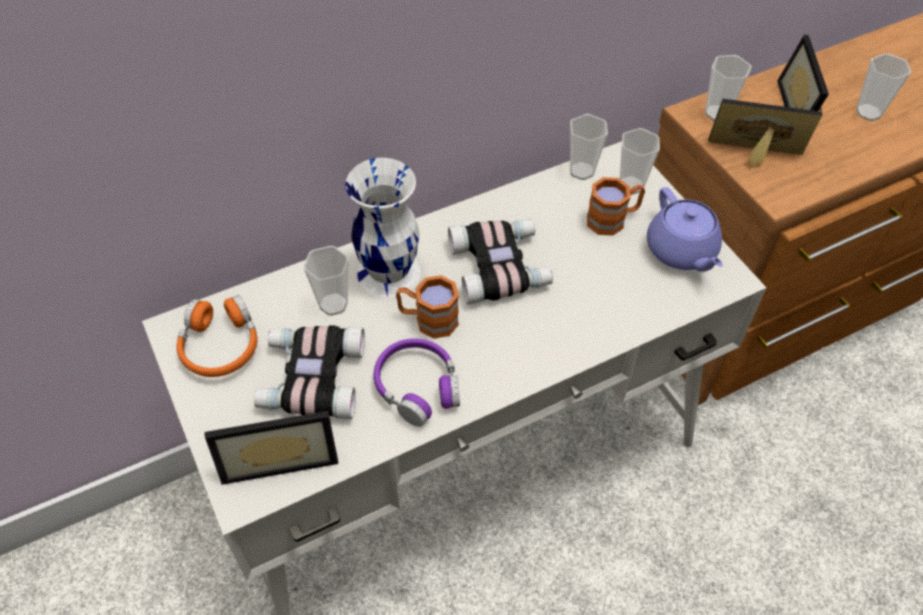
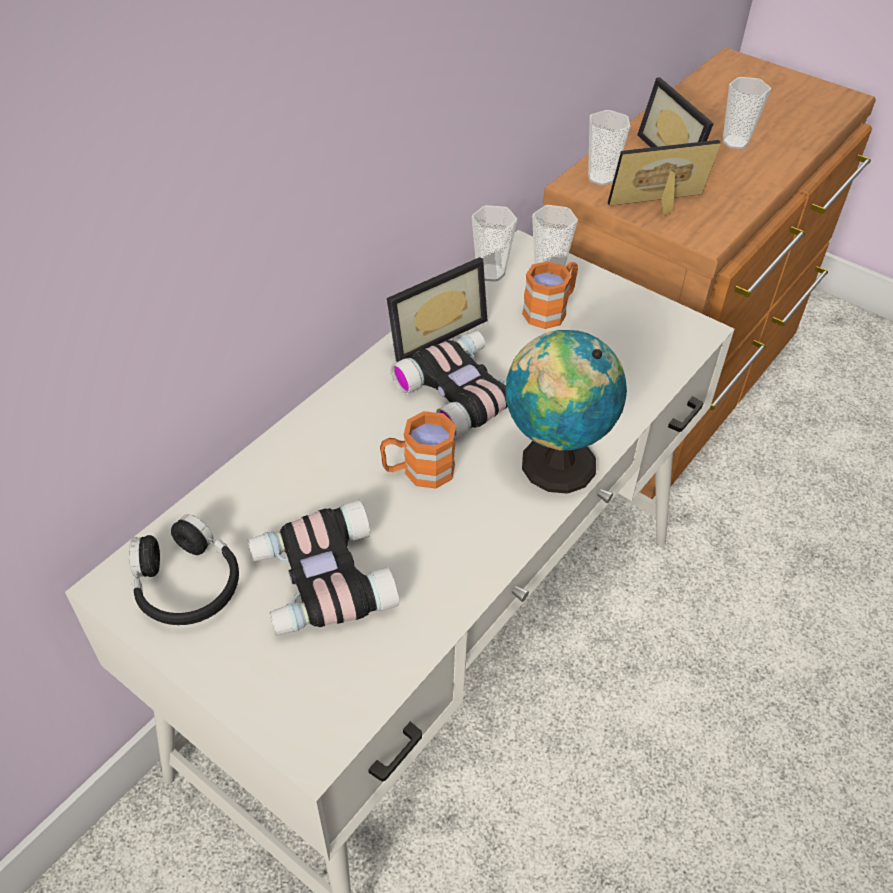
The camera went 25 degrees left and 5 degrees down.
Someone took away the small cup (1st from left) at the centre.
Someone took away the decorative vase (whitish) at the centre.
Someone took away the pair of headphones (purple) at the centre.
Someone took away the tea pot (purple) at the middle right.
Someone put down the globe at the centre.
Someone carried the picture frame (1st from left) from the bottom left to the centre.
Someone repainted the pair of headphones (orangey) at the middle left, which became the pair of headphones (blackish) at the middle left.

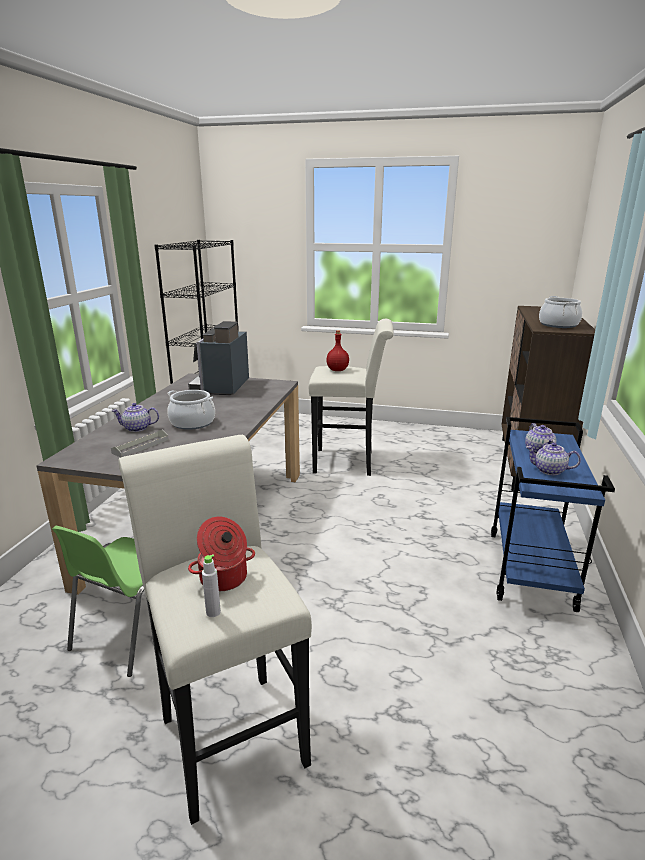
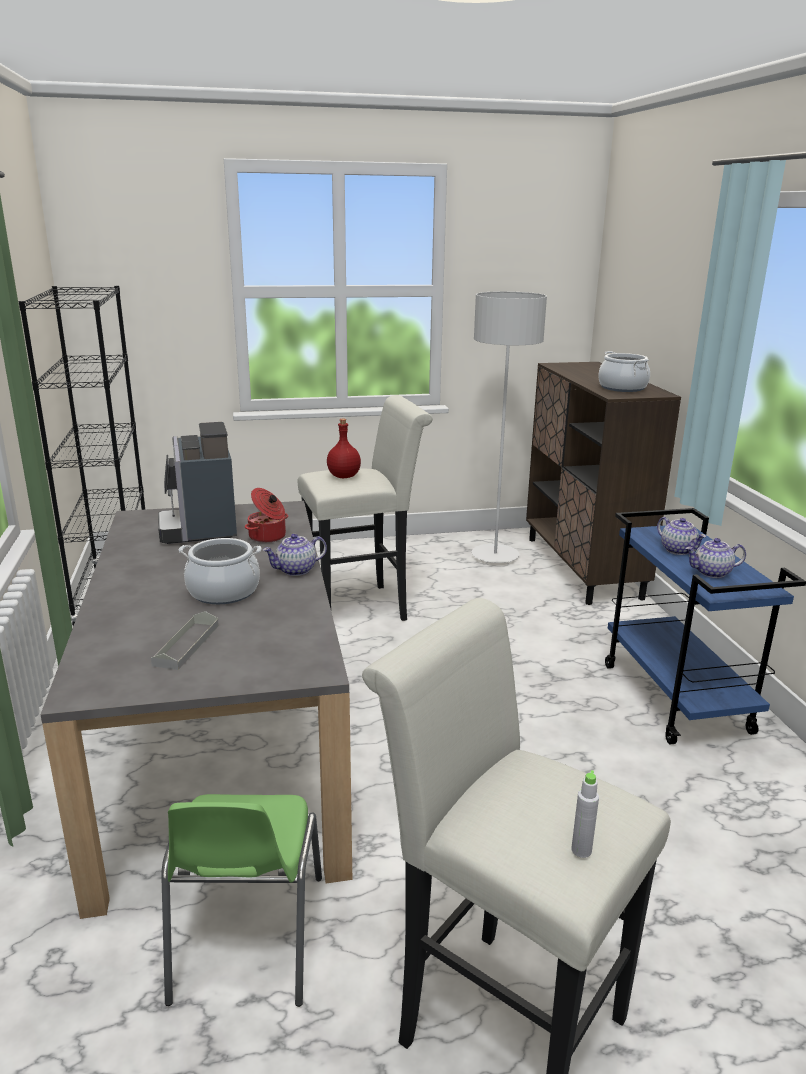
The camera went 25 degrees left and 0 degrees up.
Someone put down the standard lamp (grey) at the centre.
Someone carried the tea pot (1st from left) from the middle left to the centre.
Someone carried the cooking pot (2nd from left) from the centre to the middle left.

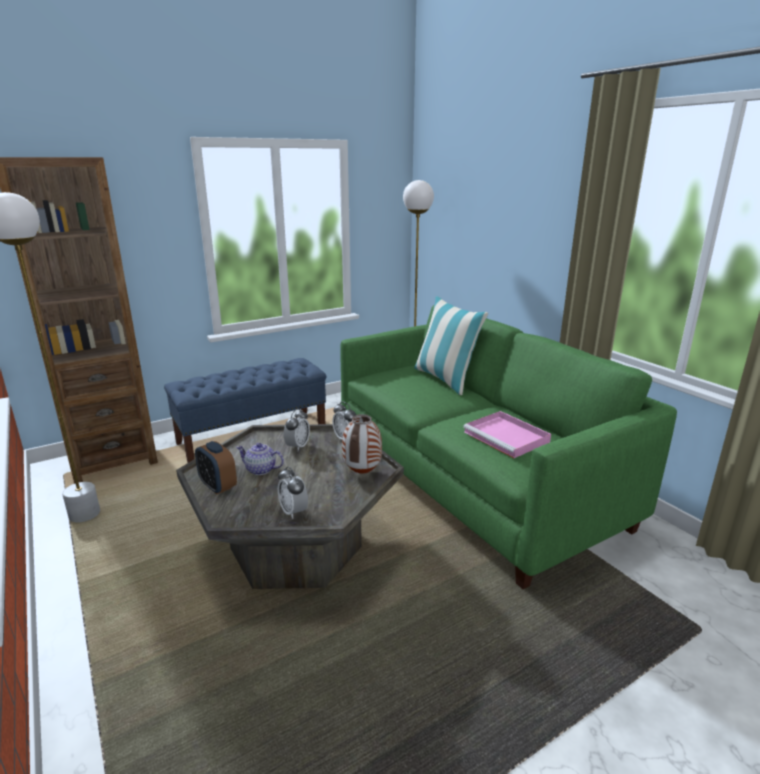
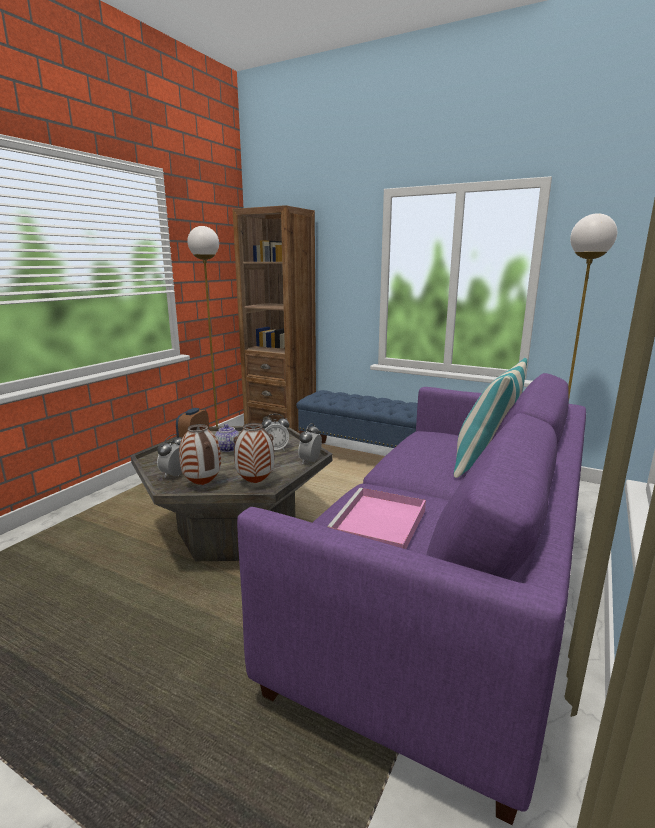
The camera went 60 degrees right and 5 degrees down.
Someone put down the decorative vase (1st from left) at the middle left.
Someone repainted the couch (greenish) at the middle right, which became the couch (purple) at the bottom centre.

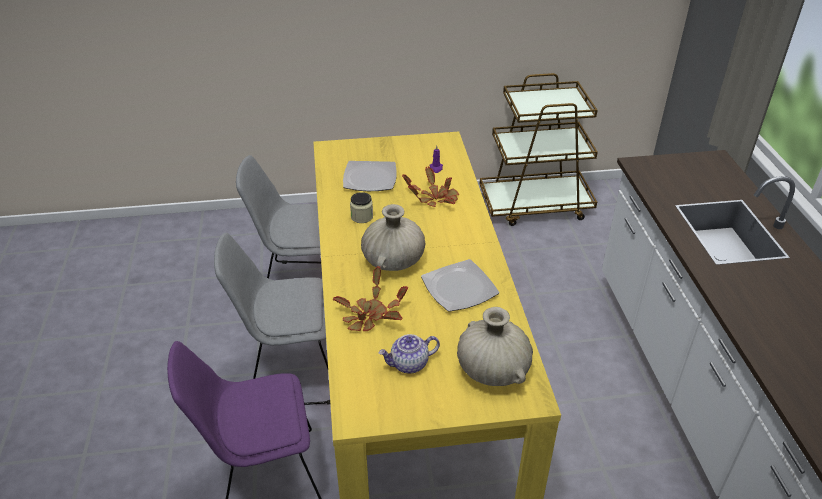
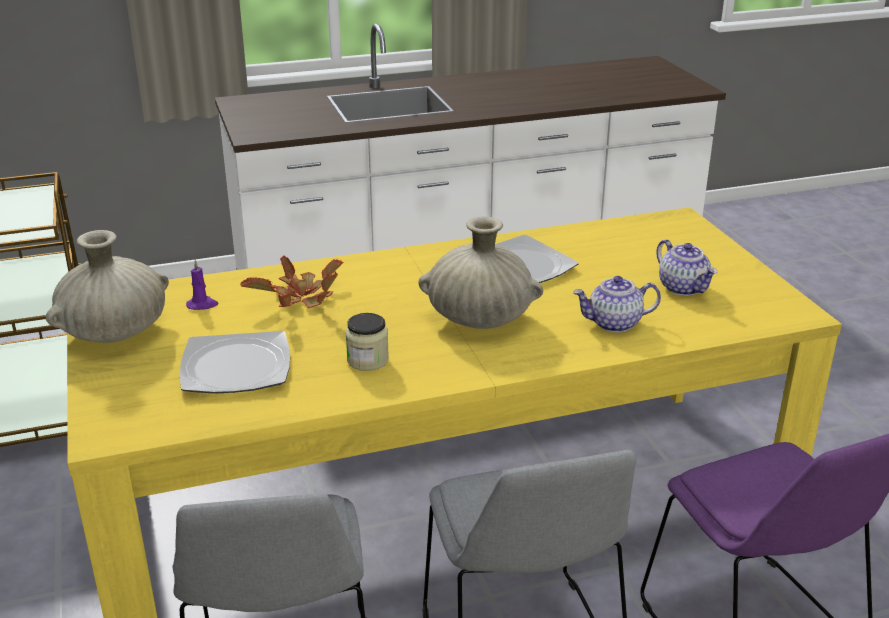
The camera went 100 degrees left and 10 degrees down.
Someone carried the decorative vase (beige) (2nd from left in the first image) from the bottom centre to the middle left.
Someone swapped the houseplant (1st from left) at the centre for the tea pot (1st from left) at the middle right.

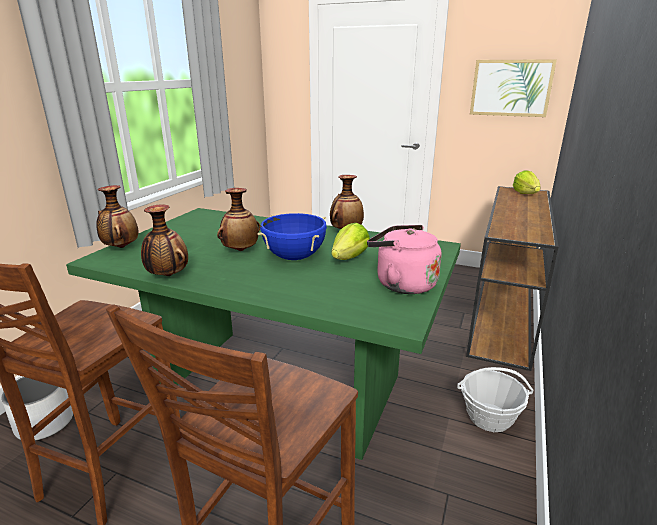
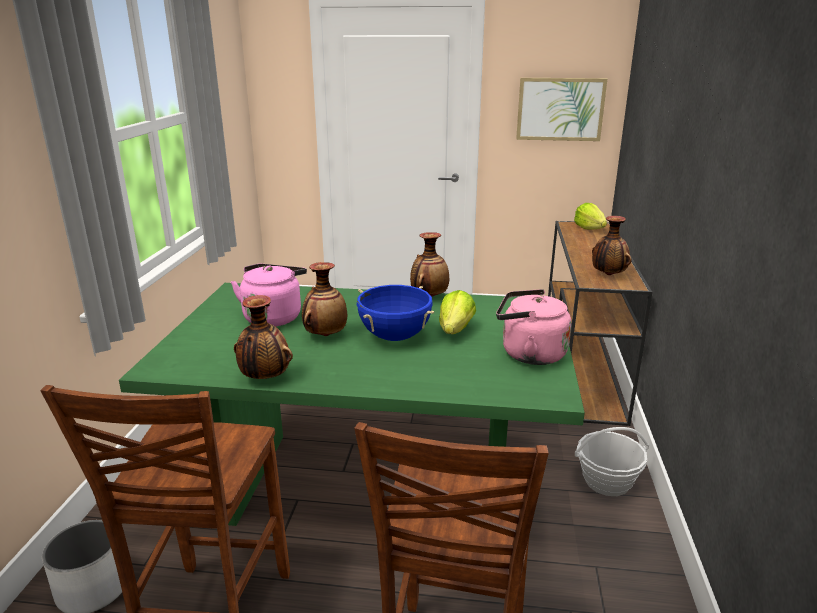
The camera went 15 degrees left and 0 degrees up.
Someone put down the water kettle (pink) (1st from left) at the middle left.
Someone carried the decorative vase (1st from left in the first image) from the middle left to the middle right.

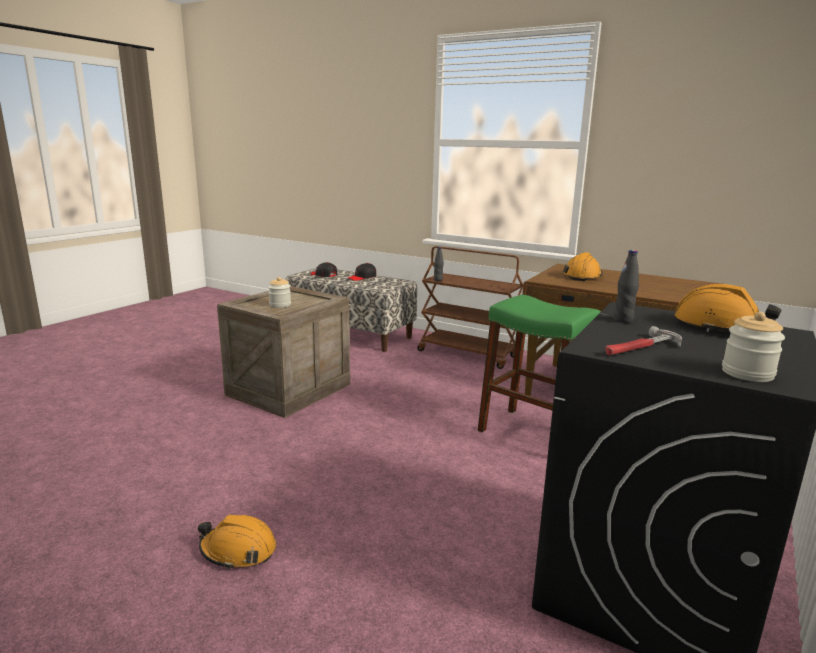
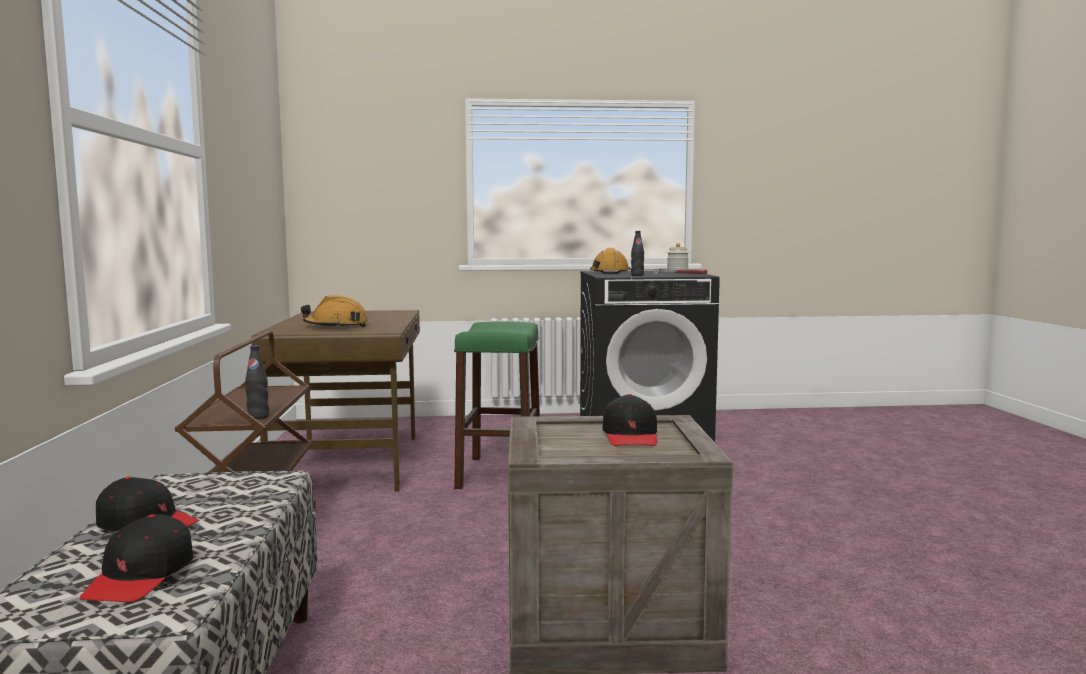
The camera went 125 degrees left and 10 degrees down.
Someone took away the work helmet (orangey) (1st from left) at the bottom left.
Someone swapped the jar (1st from left) at the centre for the baseball cap (blackish) (3rd from left) at the centre.

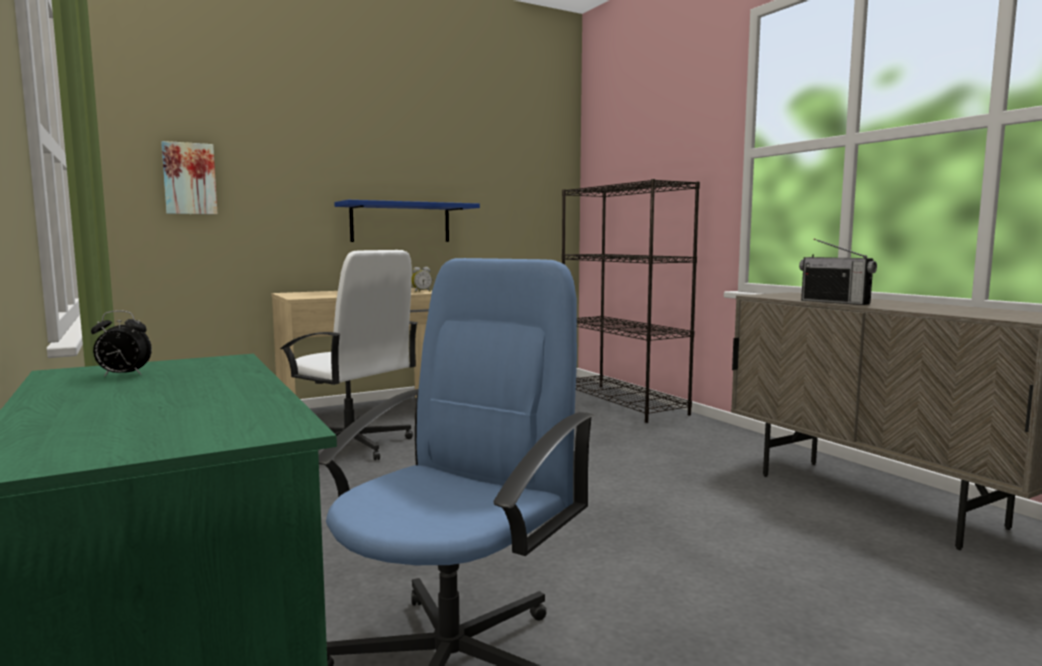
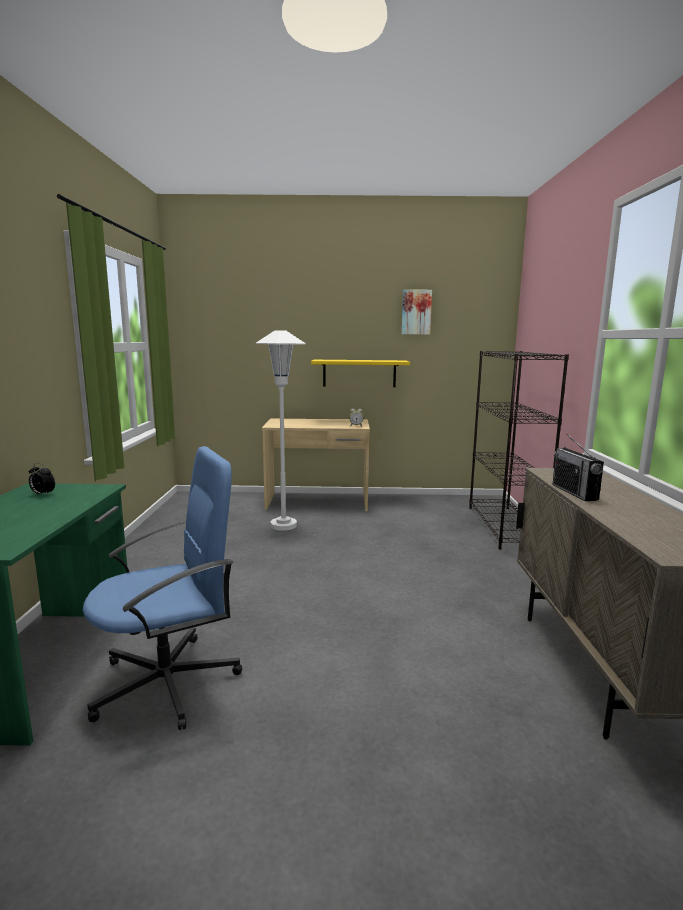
The camera went 30 degrees right and 5 degrees up.
Someone carried the picture from the top left to the centre.
Someone swapped the desk chair (whitish) at the centre for the standard lamp (whitish) at the centre.
Someone repainted the wall shelf (blue-coloured) at the top centre, which became the wall shelf (yellow-coloured) at the centre.

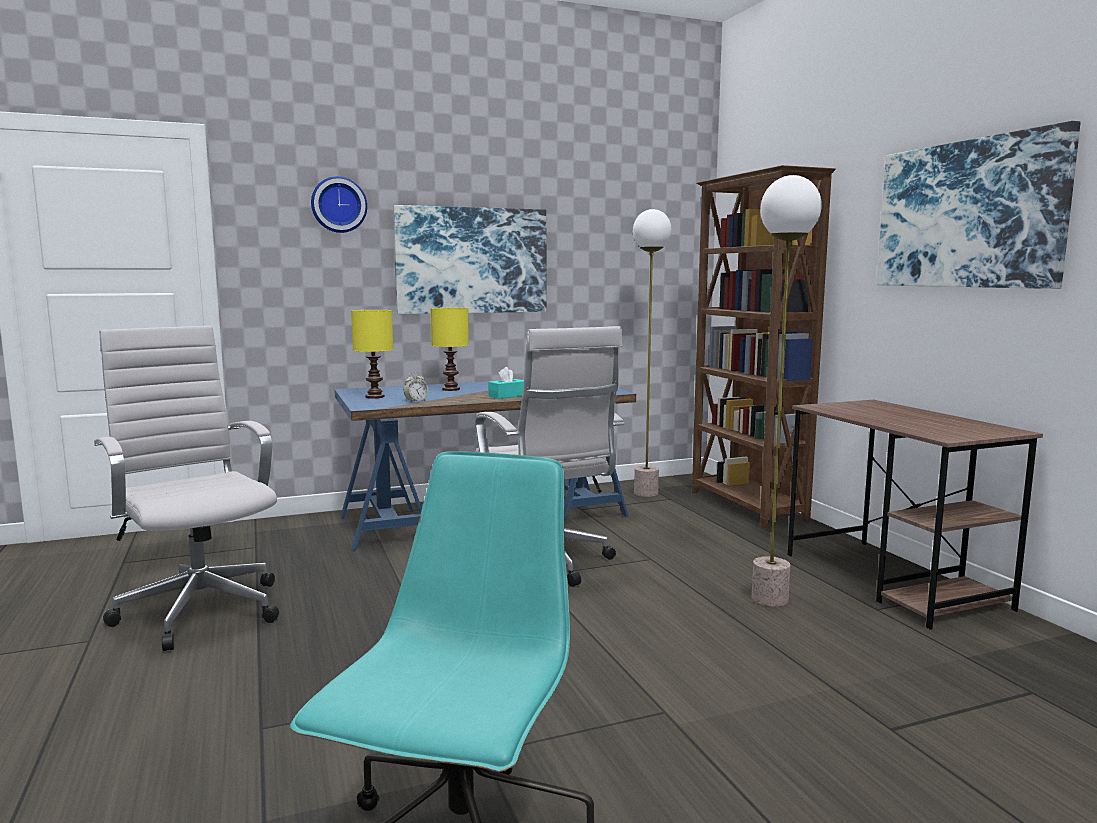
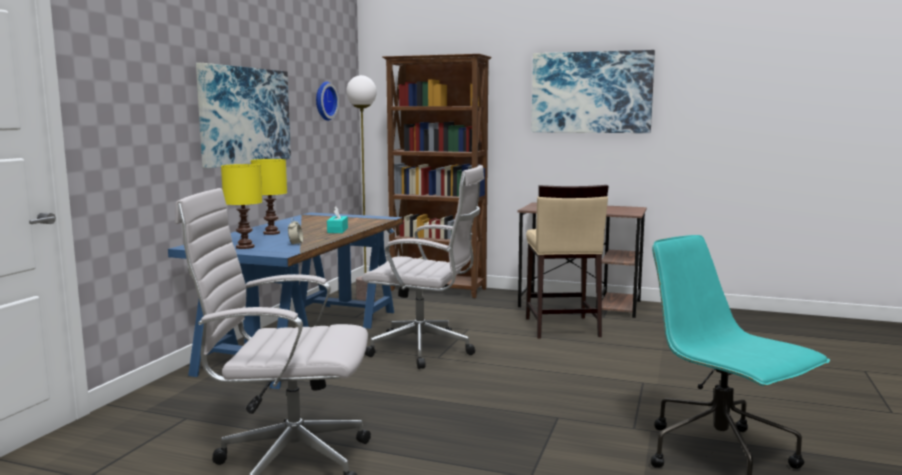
The camera went 50 degrees left and 0 degrees up.
Someone carried the wall clock from the top left to the top centre.
Someone swapped the standard lamp (2nd from left) at the middle right for the sitting stool (beige) at the centre.

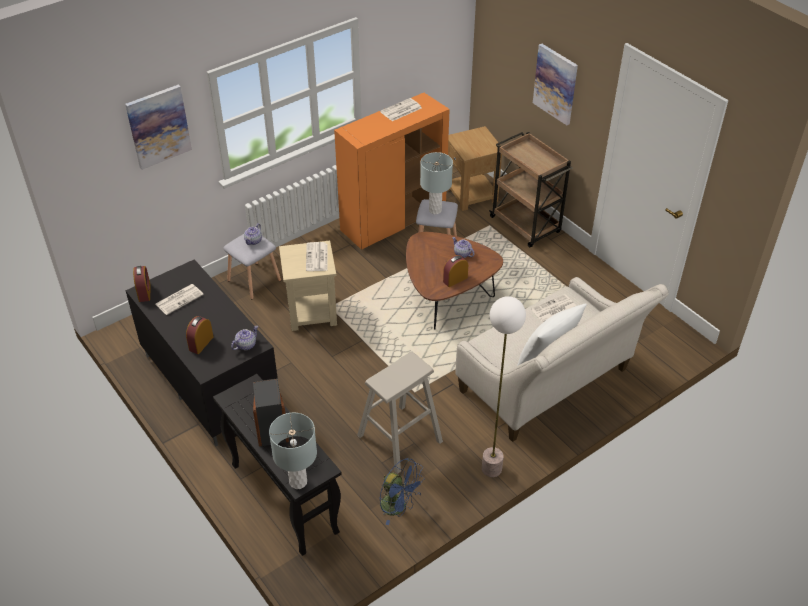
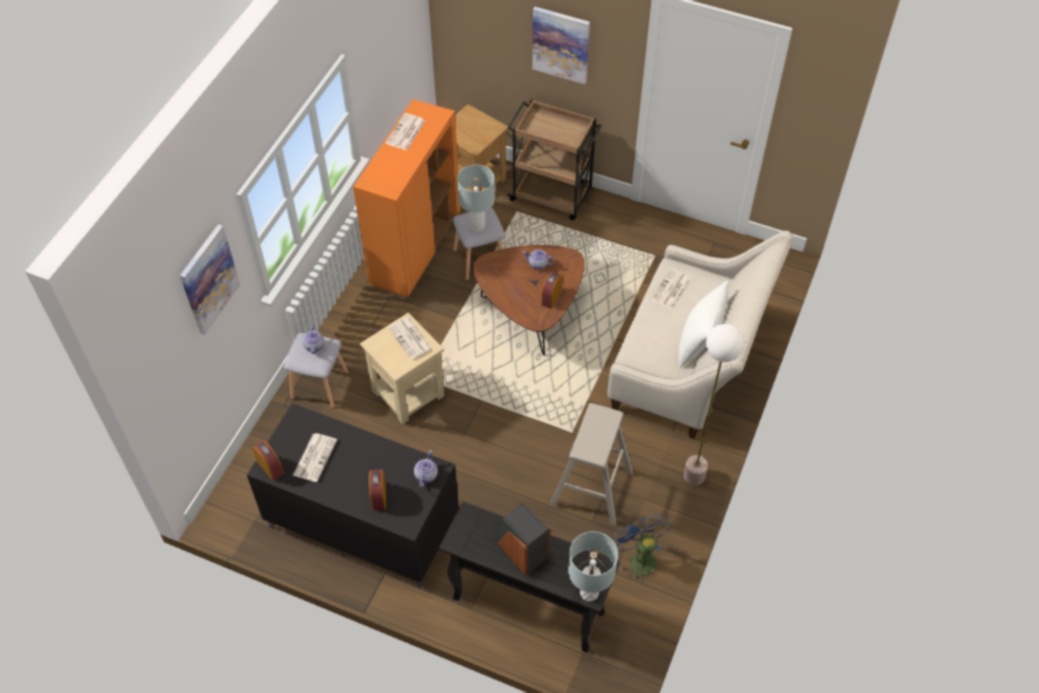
The camera went 30 degrees left and 10 degrees up.
Someone rotated the fan (blue-coloured) at the bottom centre by 120 degrees counterclockwise.

